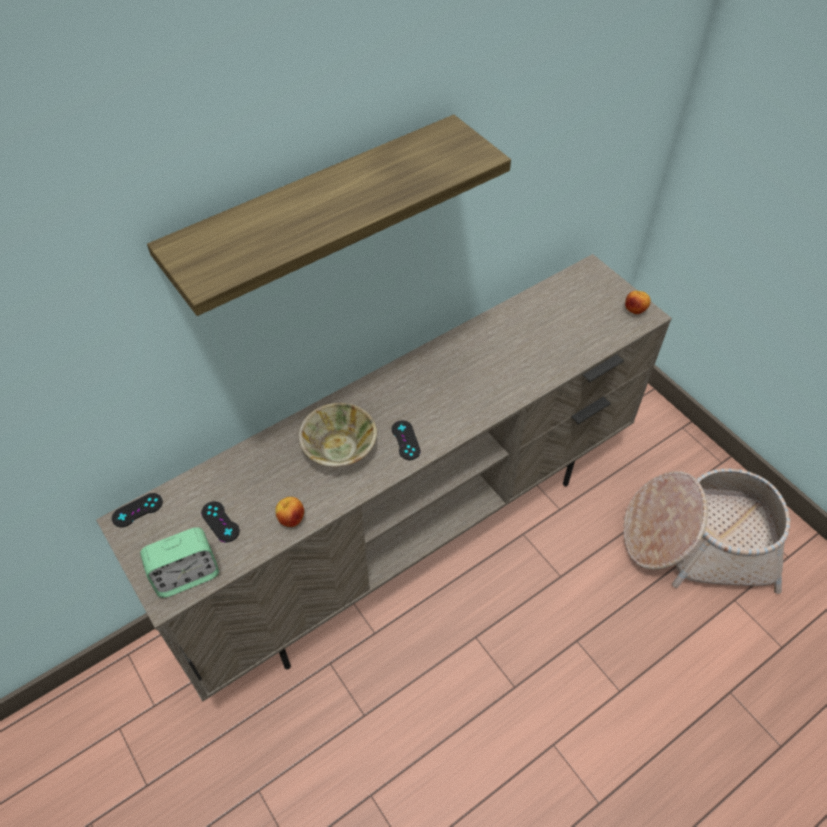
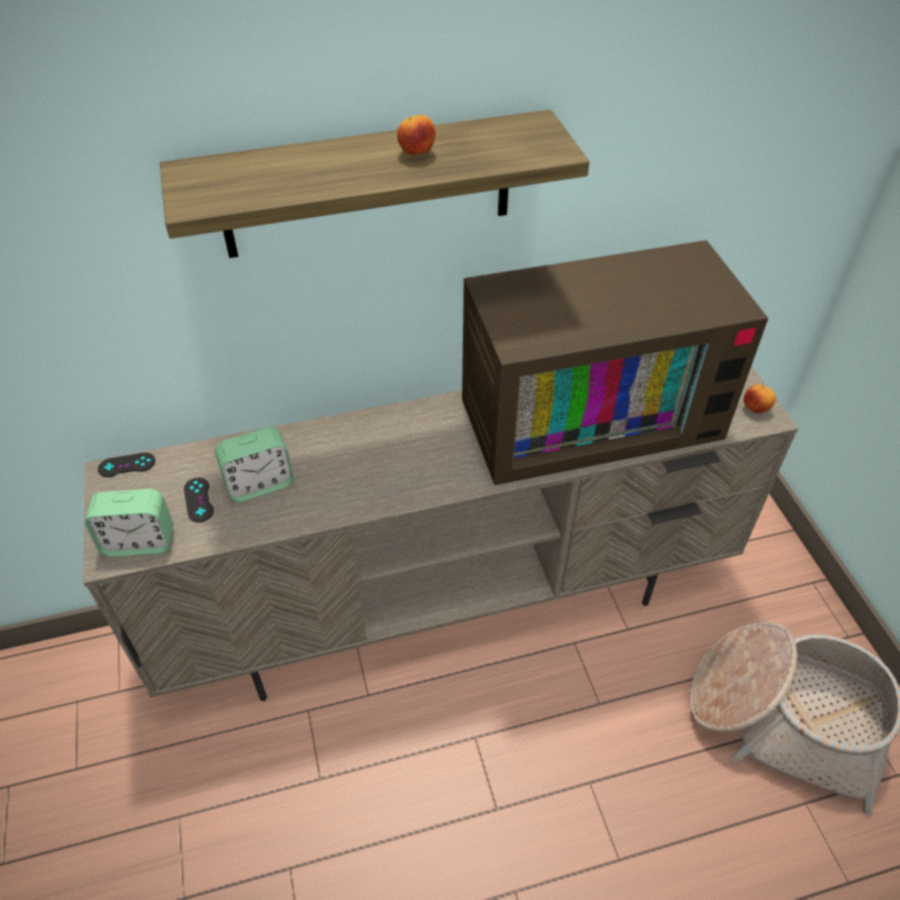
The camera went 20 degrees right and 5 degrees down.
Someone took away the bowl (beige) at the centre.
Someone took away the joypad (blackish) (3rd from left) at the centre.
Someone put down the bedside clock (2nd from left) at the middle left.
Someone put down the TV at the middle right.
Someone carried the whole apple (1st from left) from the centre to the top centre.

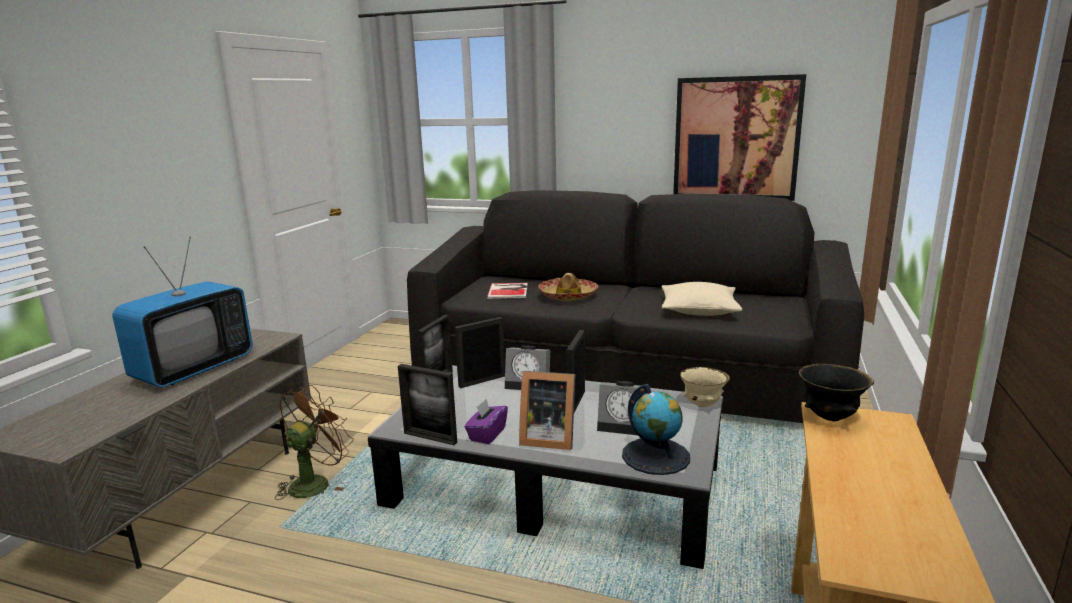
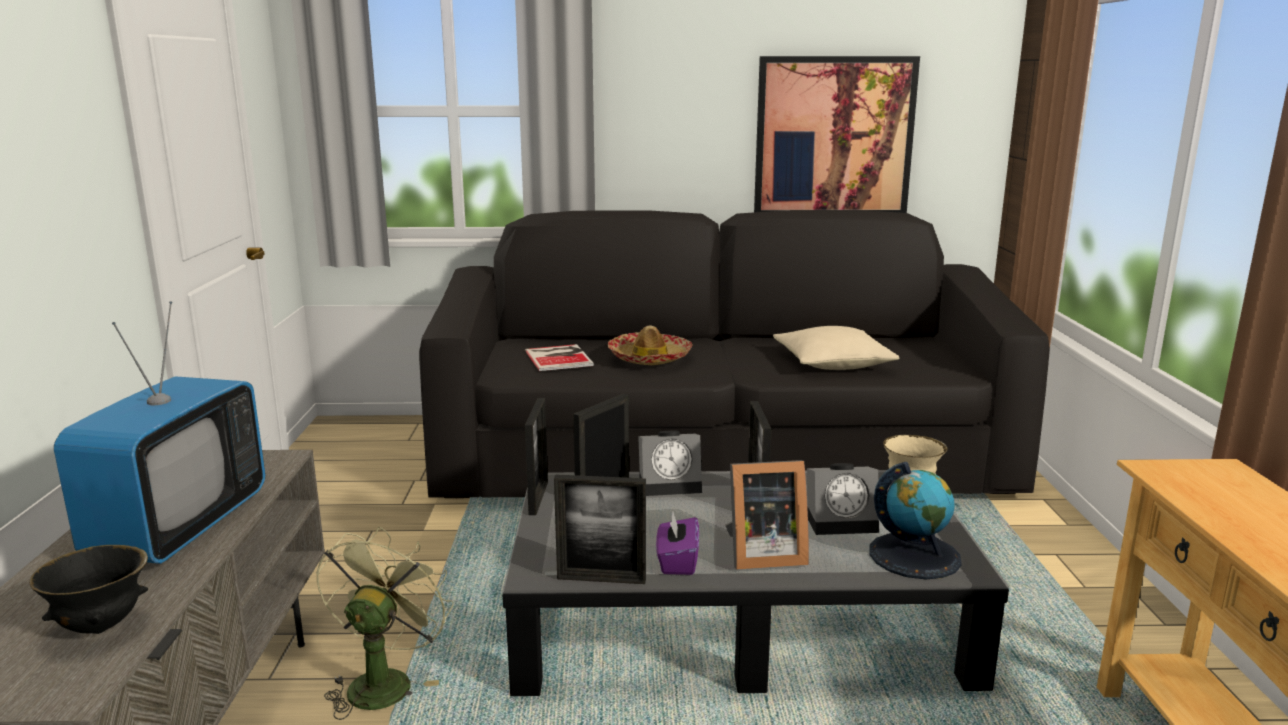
The camera went 20 degrees left and 0 degrees up.
Someone carried the bowl (blackish) from the middle right to the bottom left.
Someone repainted the fan (brownish) at the bottom left, which became the fan (greenish) at the bottom left.

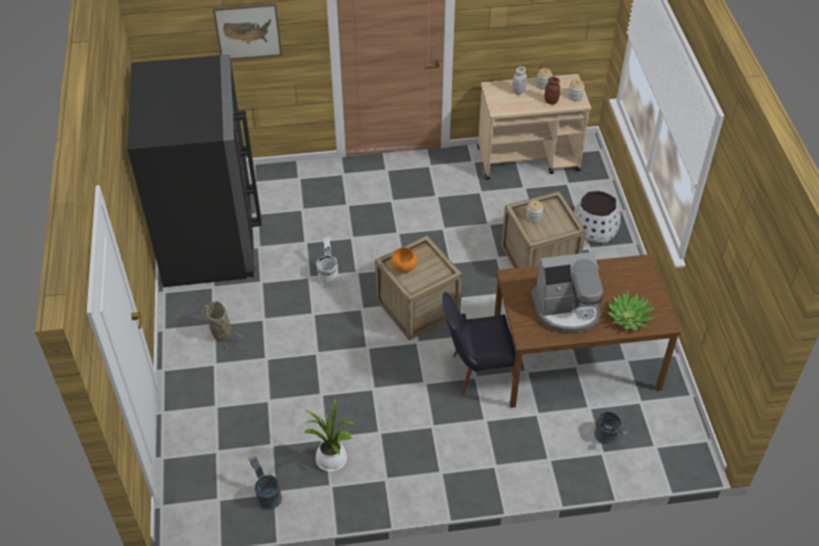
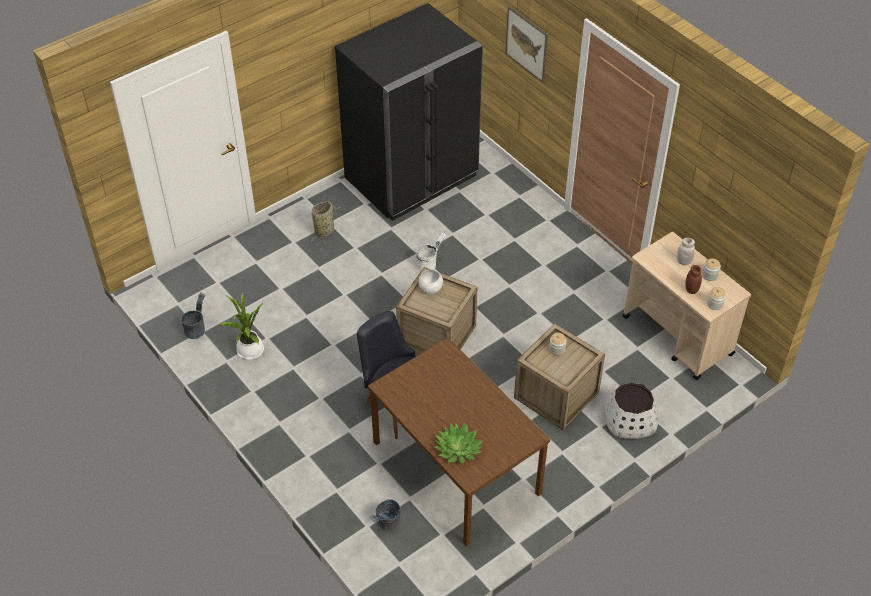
The camera went 60 degrees right and 0 degrees up.
Someone took away the coffee machine at the middle right.
Someone repainted the bowl (orangey) at the centre, which became the bowl (whitish) at the centre.

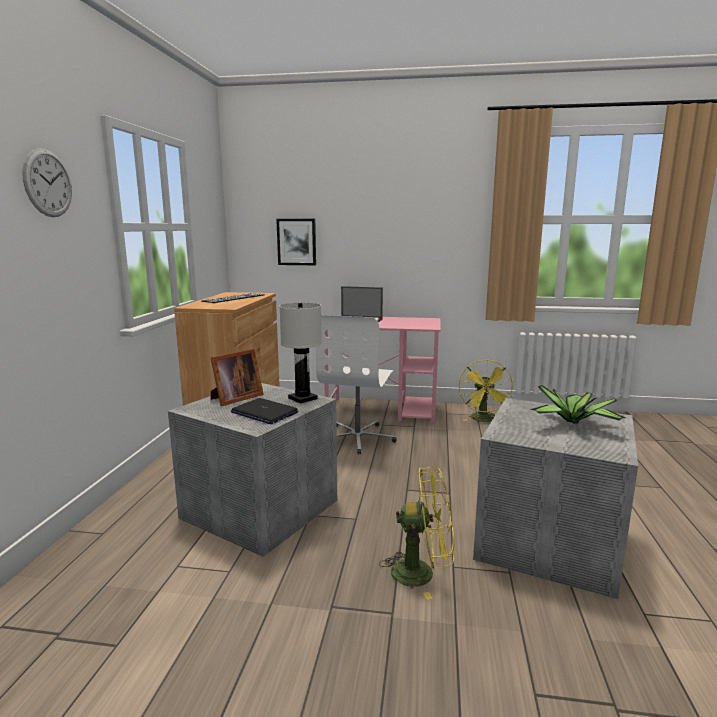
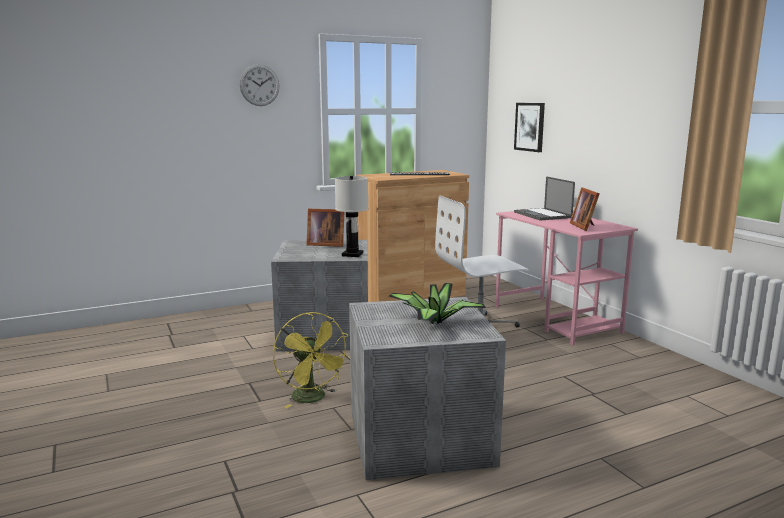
The camera went 55 degrees right and 0 degrees up.
Someone took away the portable computer (1st from left) at the centre.
Someone took away the fan (yellow-coloured) (2nd from left) at the middle right.
Someone put down the picture frame (2nd from left) at the middle right.

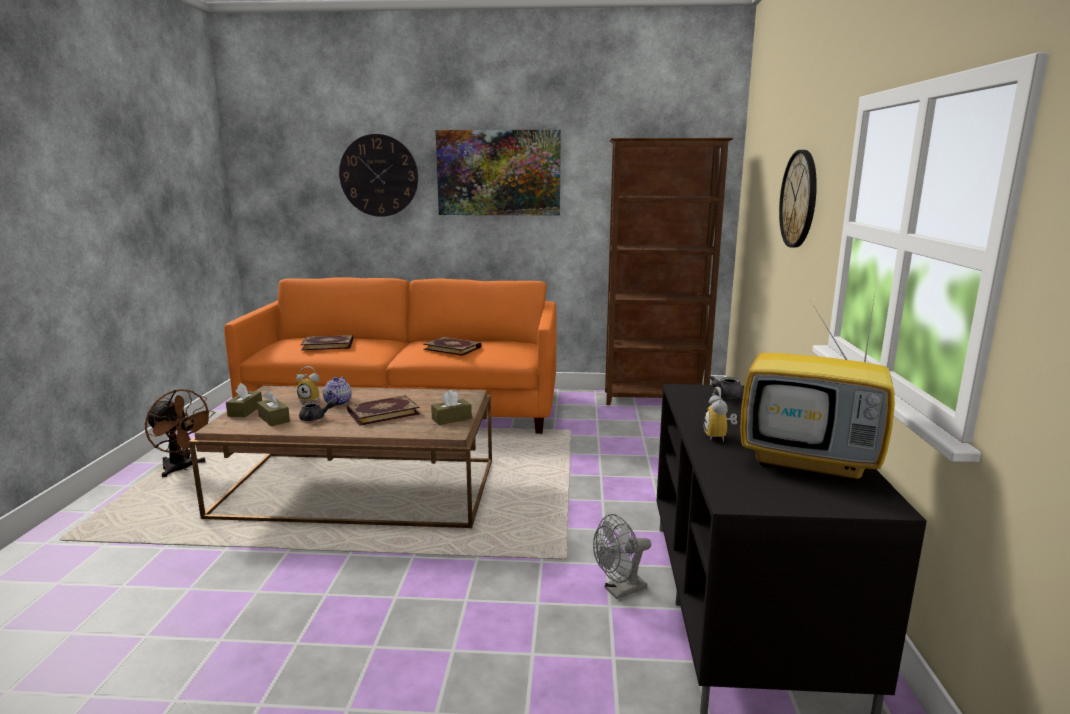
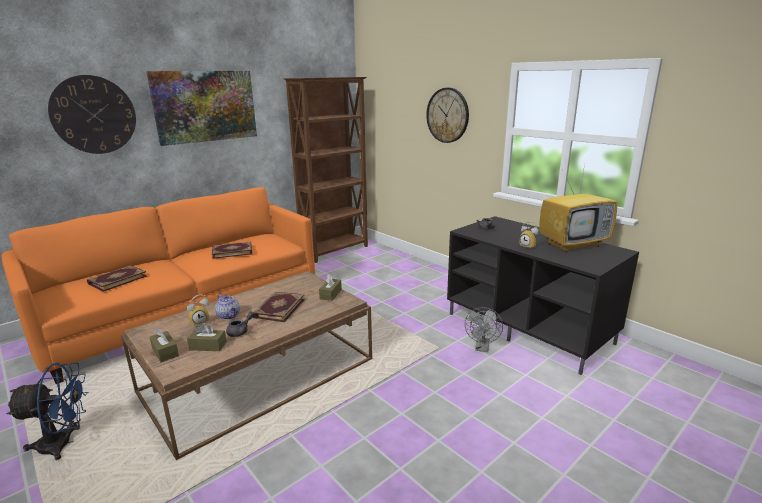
The camera went 45 degrees left and 5 degrees up.
Someone repainted the fan (brownish) at the middle left, which became the fan (blue-coloured) at the bottom left.

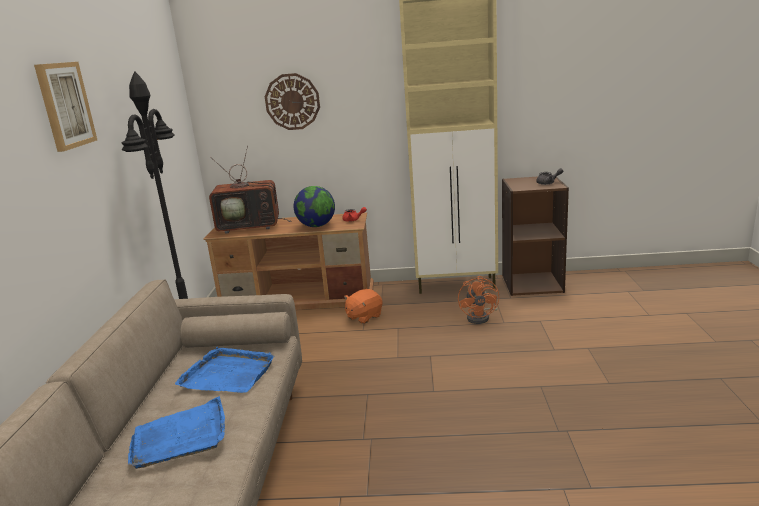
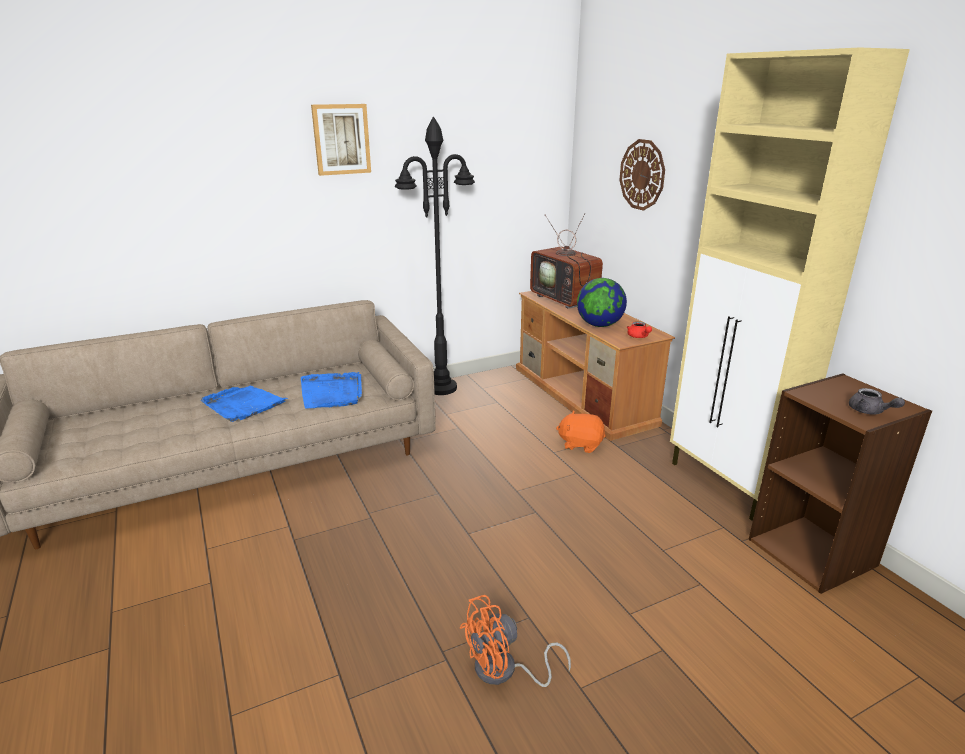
The camera went 60 degrees right and 5 degrees up.
Someone carried the fan (orangey) from the centre to the bottom centre.

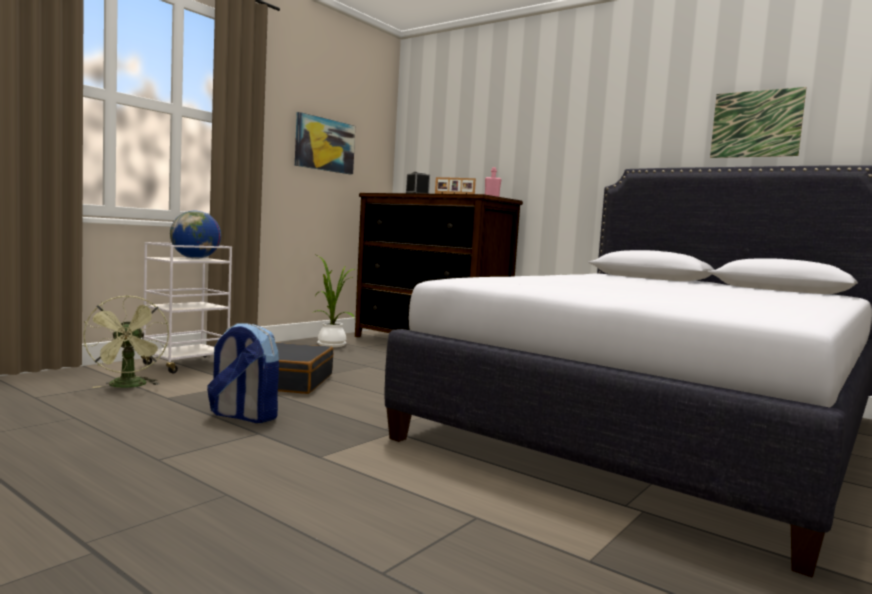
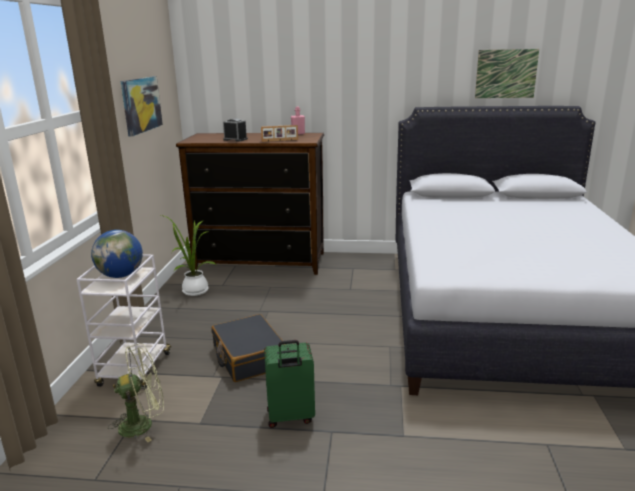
The camera went 30 degrees left and 15 degrees up.
Someone swapped the backpack at the middle left for the travel case (greenish) at the bottom centre.
Someone rotated the fan (greenish) at the middle left by 60 degrees counterclockwise.

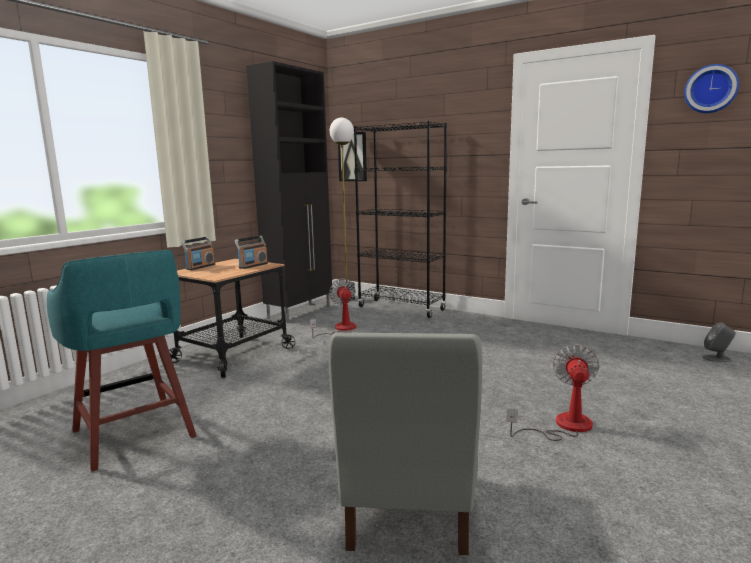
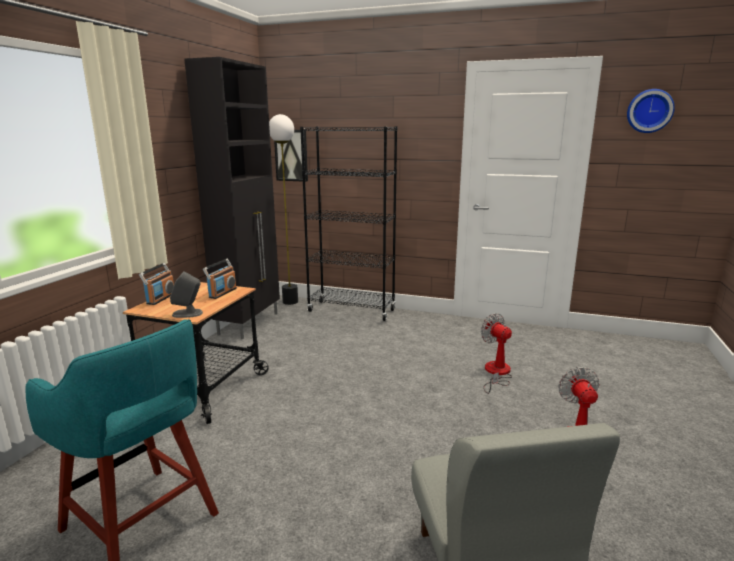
The camera went 15 degrees left and 5 degrees up.
Someone carried the fan (1st from left) from the centre to the middle right.
Someone carried the loudspeaker (grey) from the middle right to the middle left.

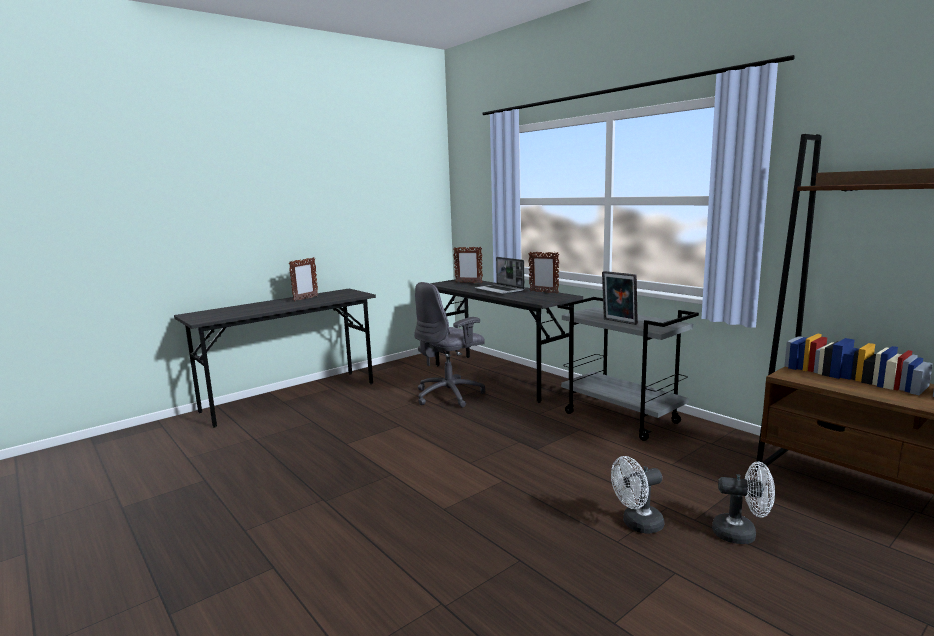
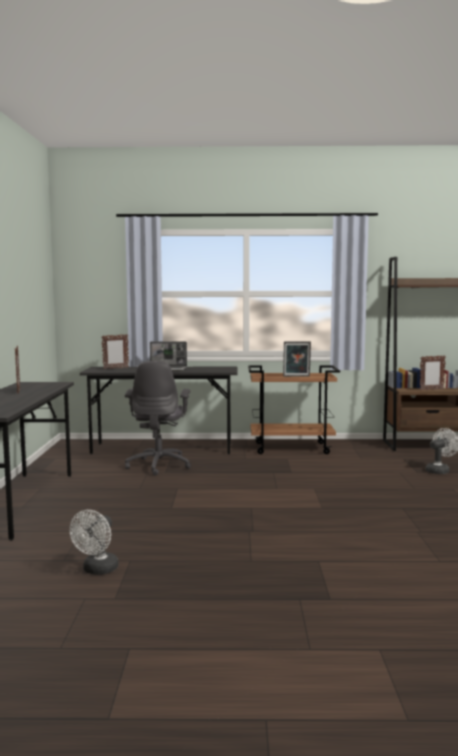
The camera went 50 degrees left and 5 degrees down.
Someone carried the picture frame (3rd from left in the first image) from the centre to the middle right.
Someone carried the fan (whitish) (1st from left) from the bottom right to the bottom left.
Someone repainted the cart (grey) at the middle right, which became the cart (brownish) at the centre.

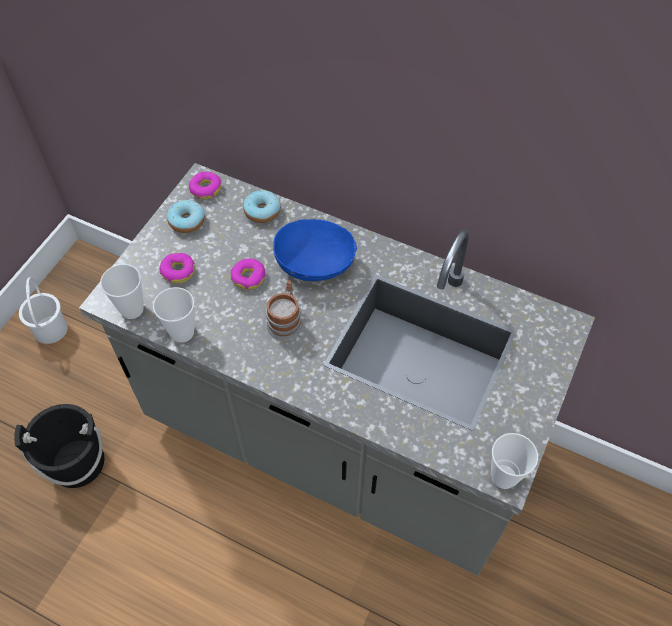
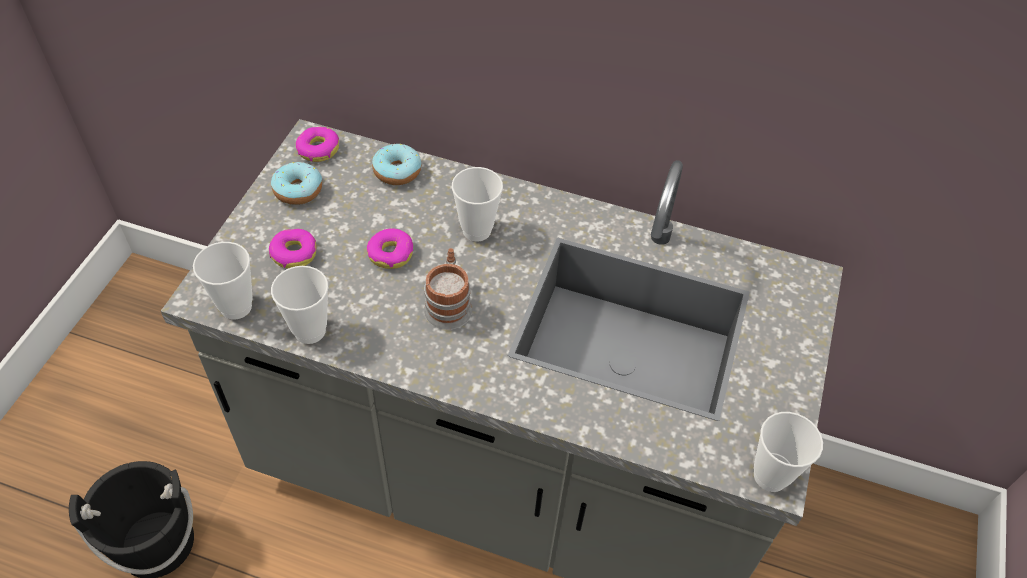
The camera went 10 degrees left and 5 degrees down.
Someone took away the bucket (whitish) at the middle left.
Someone swapped the bowl (blue-coloured) at the centre for the small cup (3rd from left) at the centre.

